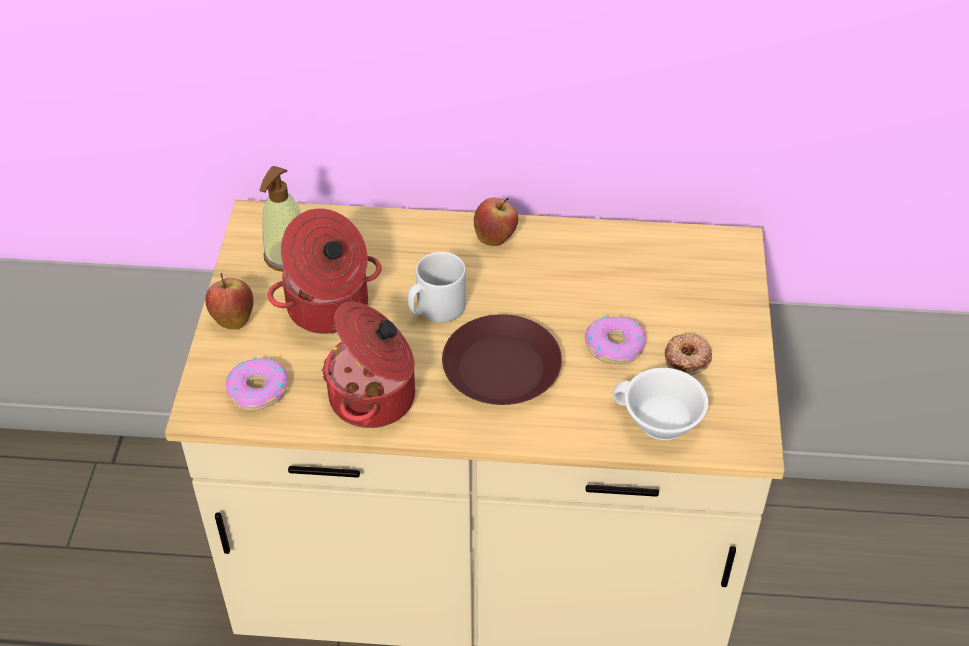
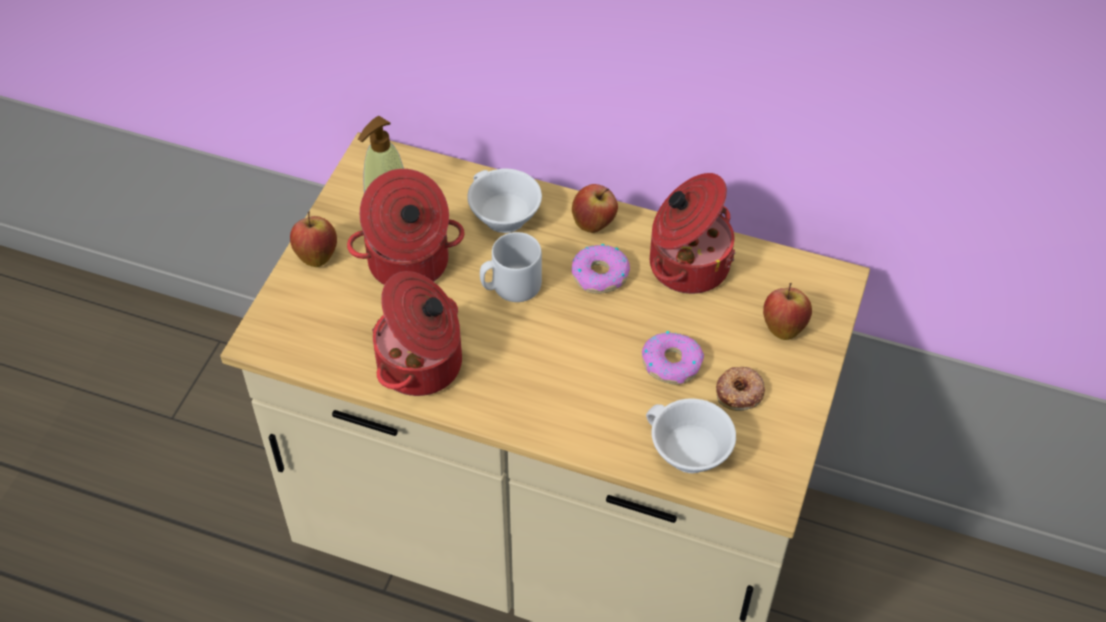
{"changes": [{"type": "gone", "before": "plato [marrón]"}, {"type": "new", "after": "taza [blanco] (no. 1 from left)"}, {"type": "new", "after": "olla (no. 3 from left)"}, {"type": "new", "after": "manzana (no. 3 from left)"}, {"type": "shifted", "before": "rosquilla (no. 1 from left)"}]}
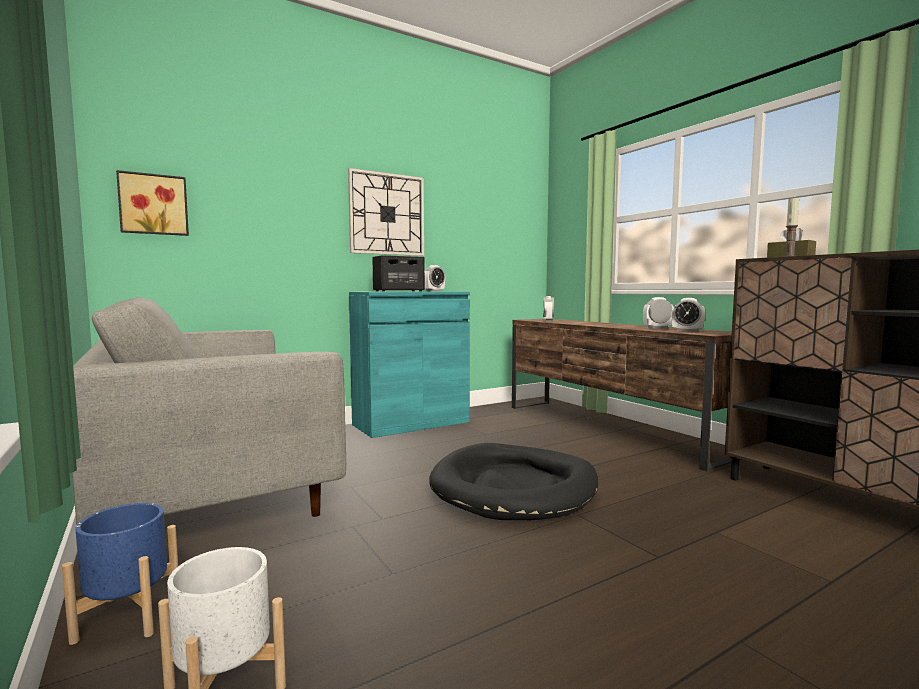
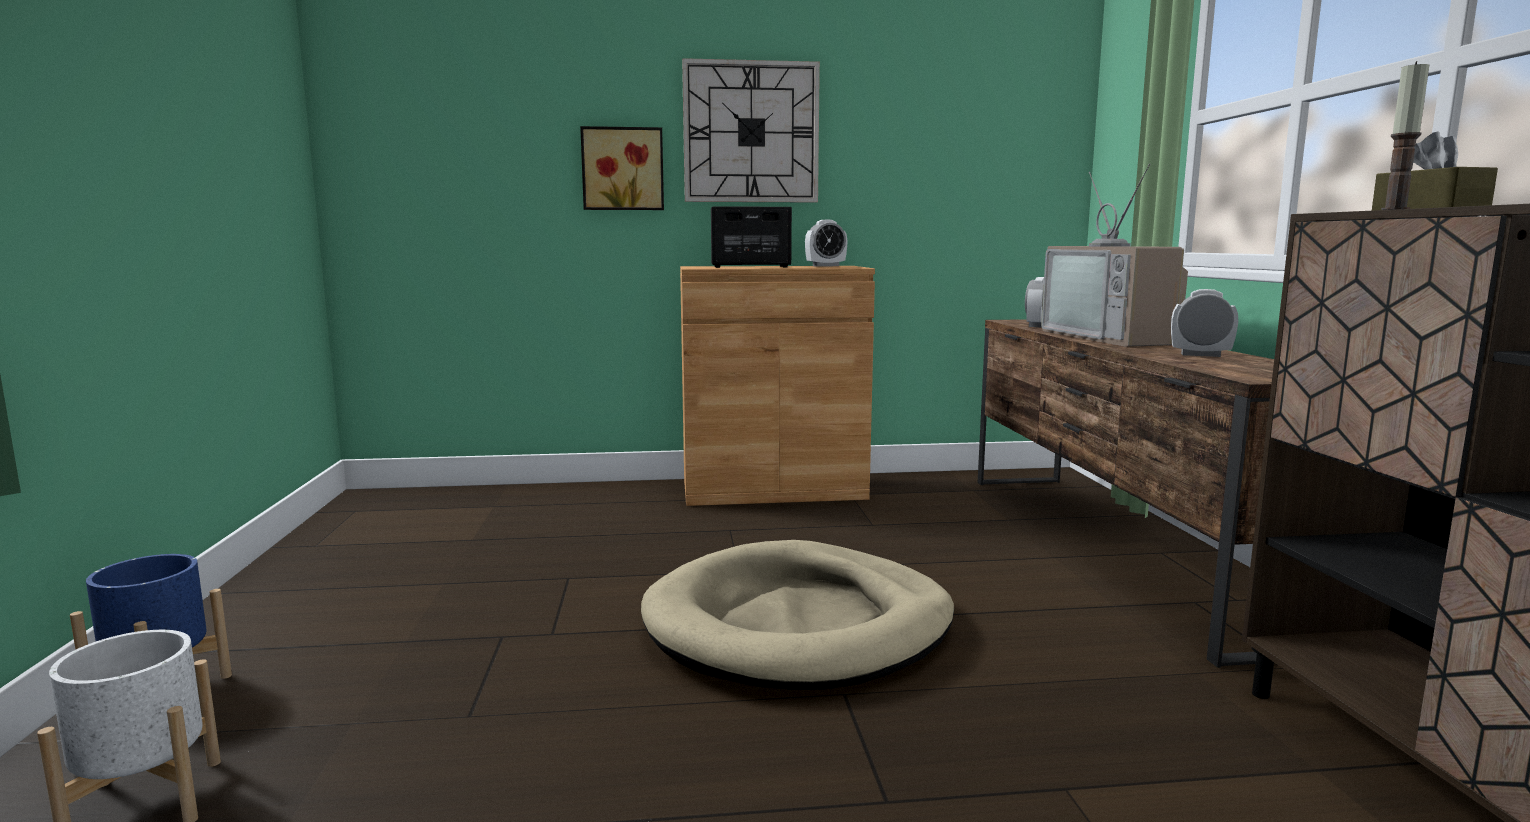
{"changes": [{"type": "gone", "before": "sofá [gris]"}, {"type": "gone", "before": "despertador (no. 4 from left)"}, {"type": "new", "after": "televisor"}, {"type": "shifted", "before": "cuadro"}, {"type": "repainted", "before": "armario [turquesa]", "after": "armario [marrón] (no. 1 from left)"}, {"type": "repainted", "before": "cama para perro [negro]", "after": "cama para perro [beis]"}]}
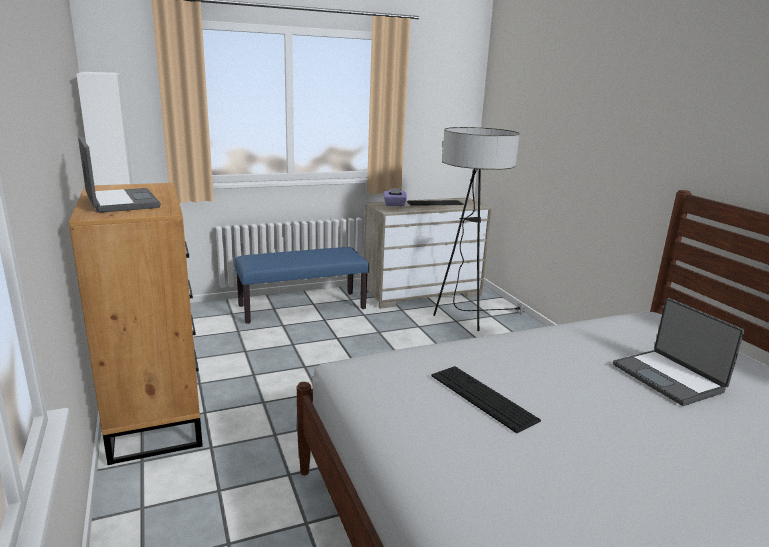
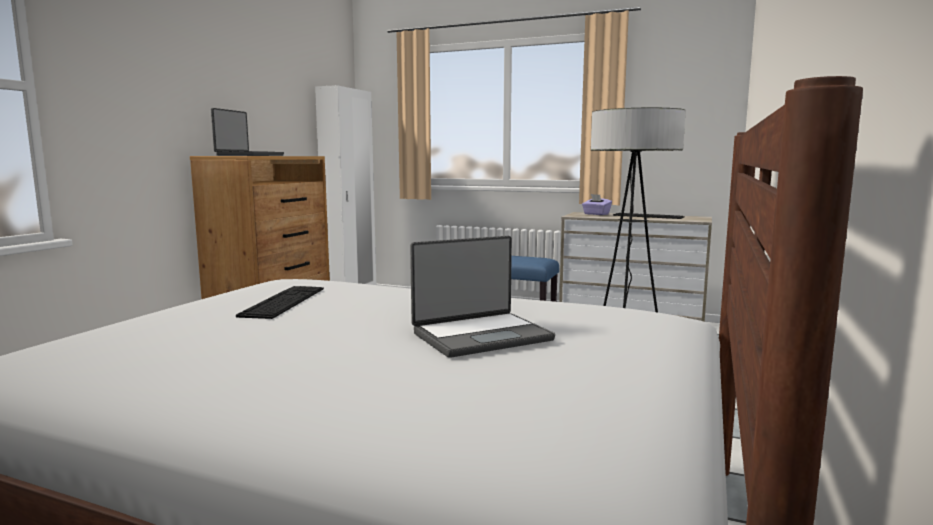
{"changes": [{"type": "rotated", "before": "portátil (no. 2 from left)", "turn": -135}]}
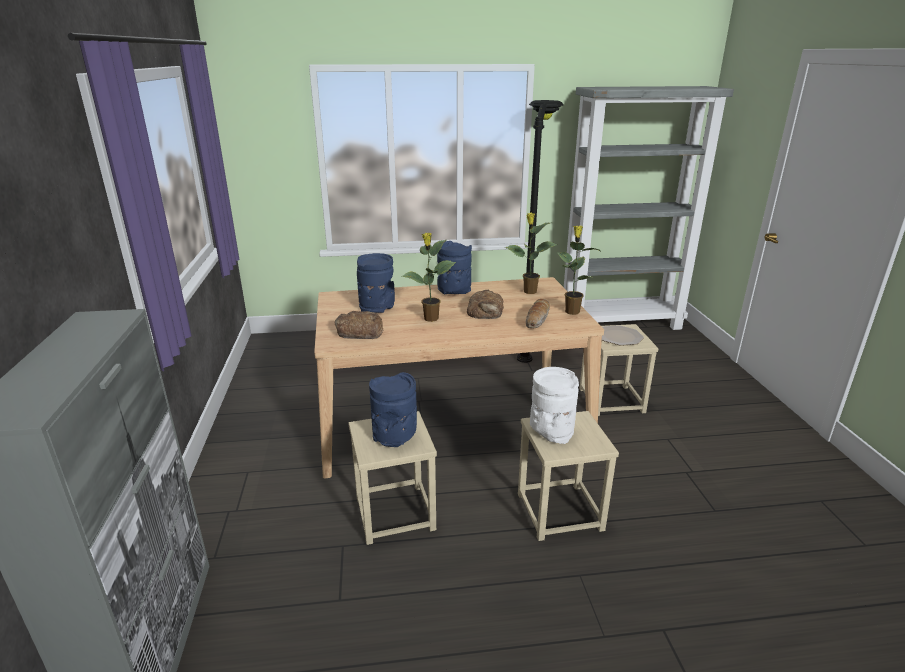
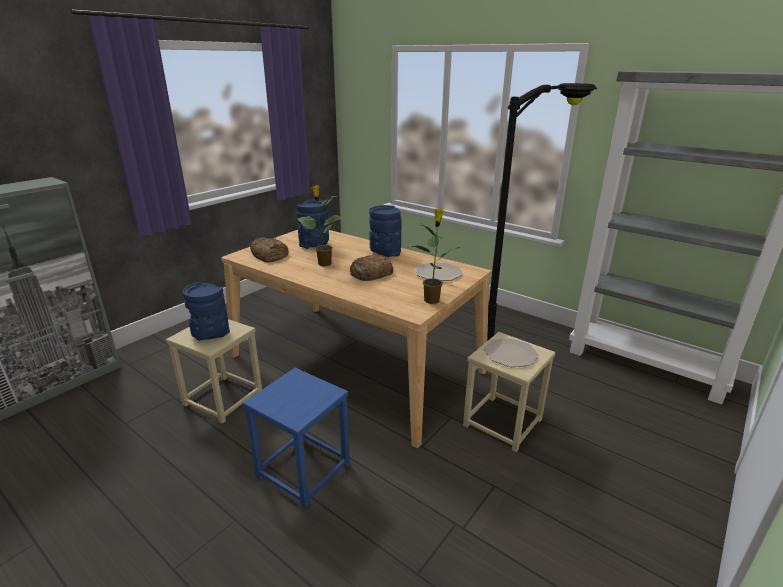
{"changes": [{"type": "gone", "before": "pan (no. 3 from left)"}, {"type": "gone", "before": "florero [blanco]"}, {"type": "swapped", "before": "planta en maceta (no. 2 from left)", "after": "plato (no. 1 from left)"}, {"type": "repainted", "before": "taburete [beis] (no. 2 from left)", "after": "taburete [azul]"}]}
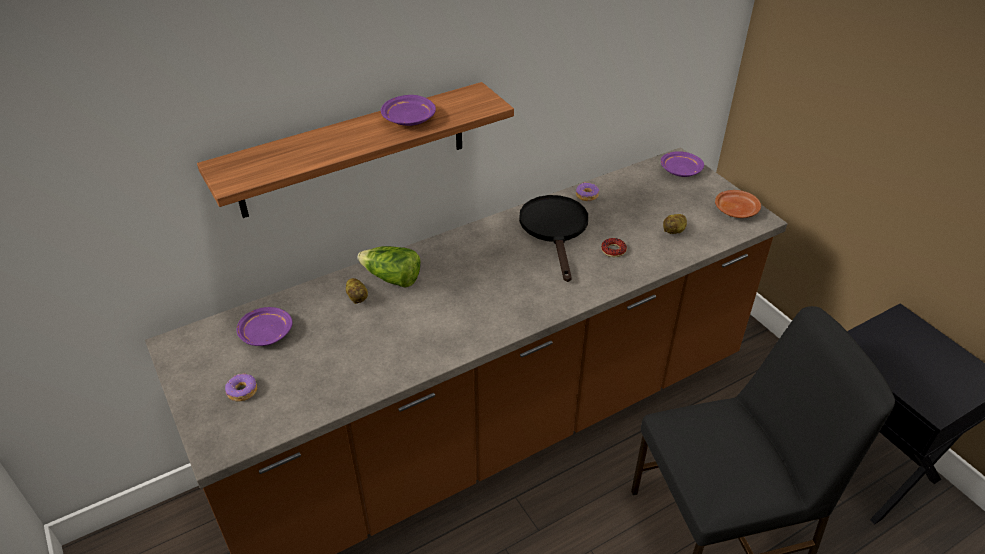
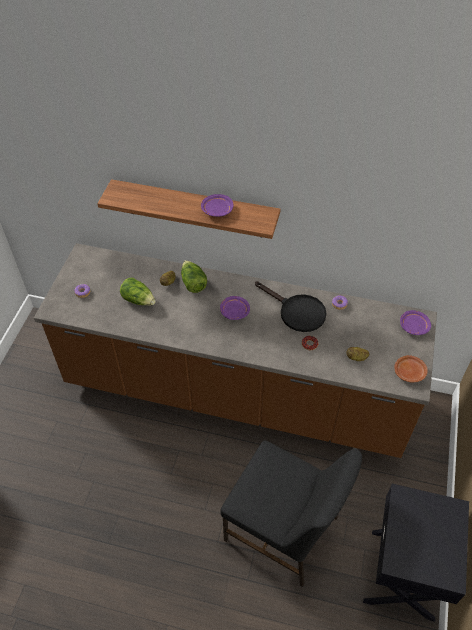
{"changes": [{"type": "new", "after": "lechuga (no. 1 from left)"}, {"type": "shifted", "before": "plato [morado] (no. 1 from left in the first image)", "after": "plato [morado] (no. 2 from left)"}, {"type": "rotated", "before": "sartén [negro]", "turn": 90}]}
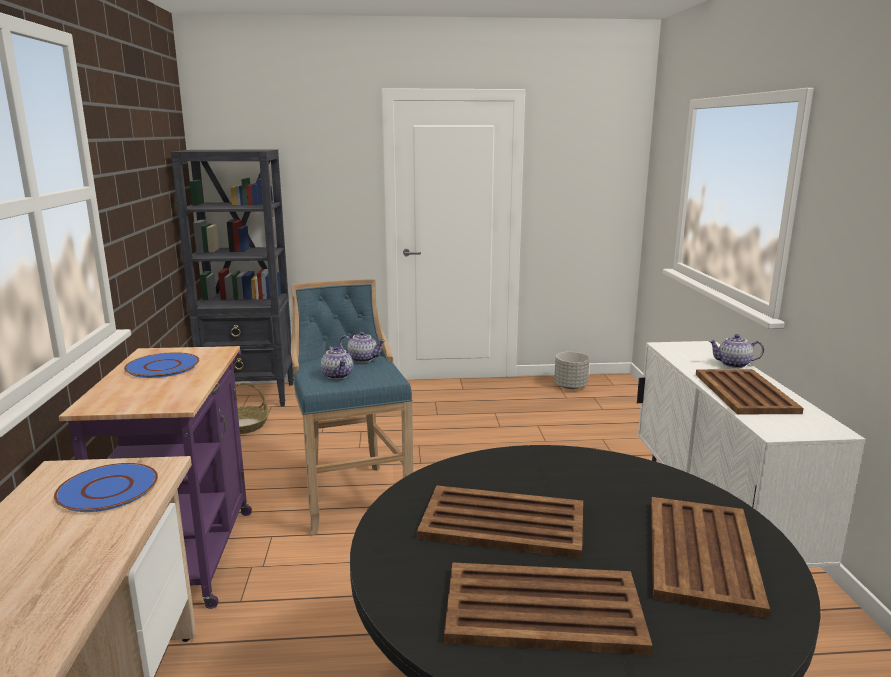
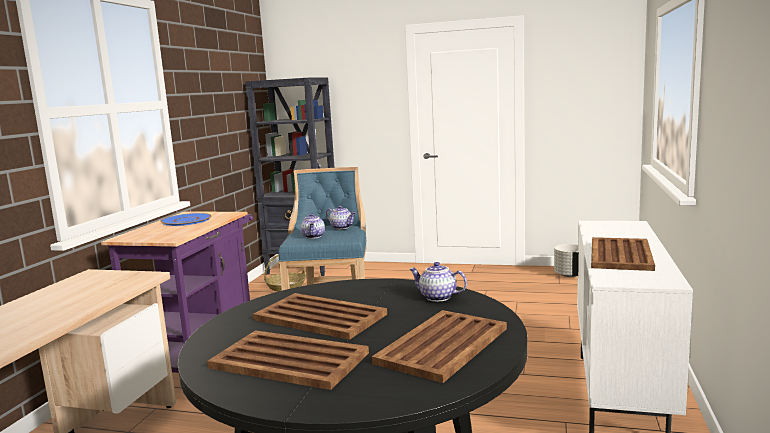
{"changes": [{"type": "gone", "before": "plato [azul] (no. 1 from left)"}, {"type": "shifted", "before": "tetera (no. 3 from left)"}]}
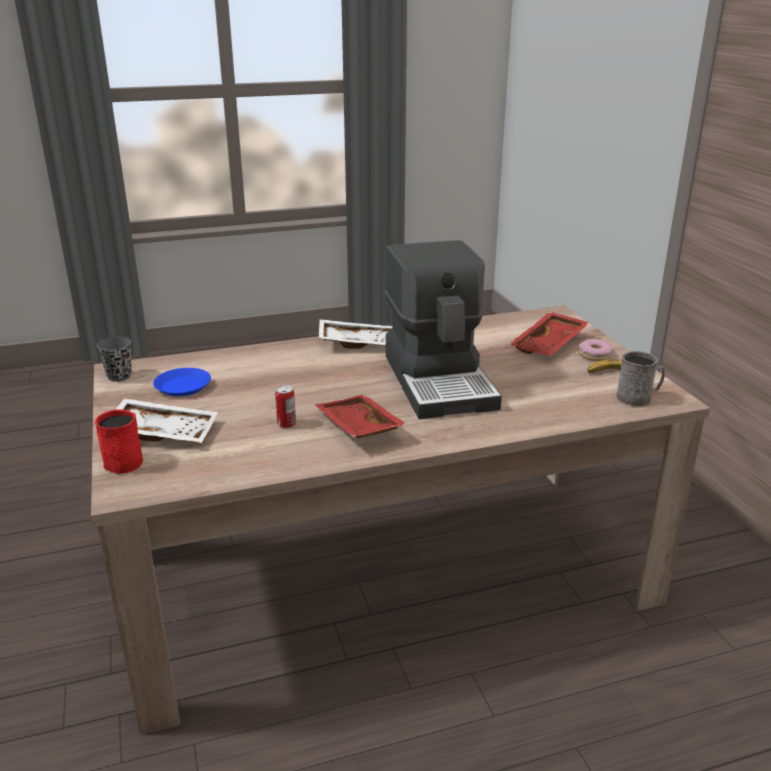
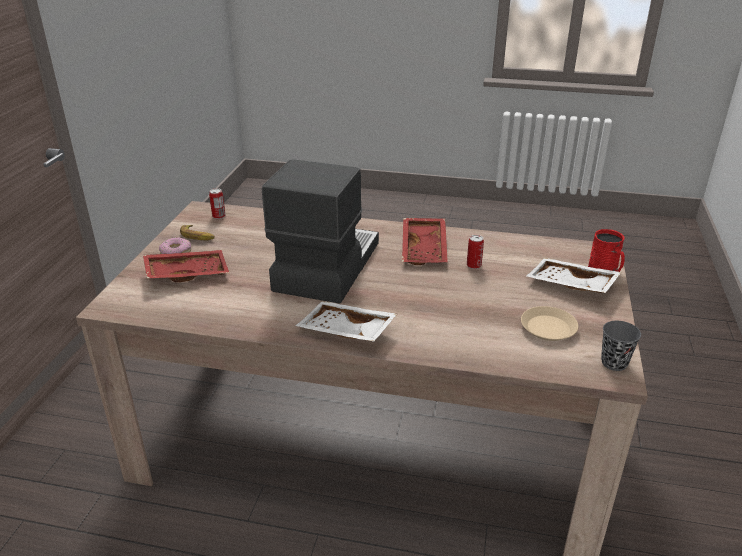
{"changes": [{"type": "swapped", "before": "taza grande [gris]", "after": "lata (no. 1 from left)"}, {"type": "repainted", "before": "plato [azul]", "after": "plato [beis]"}]}
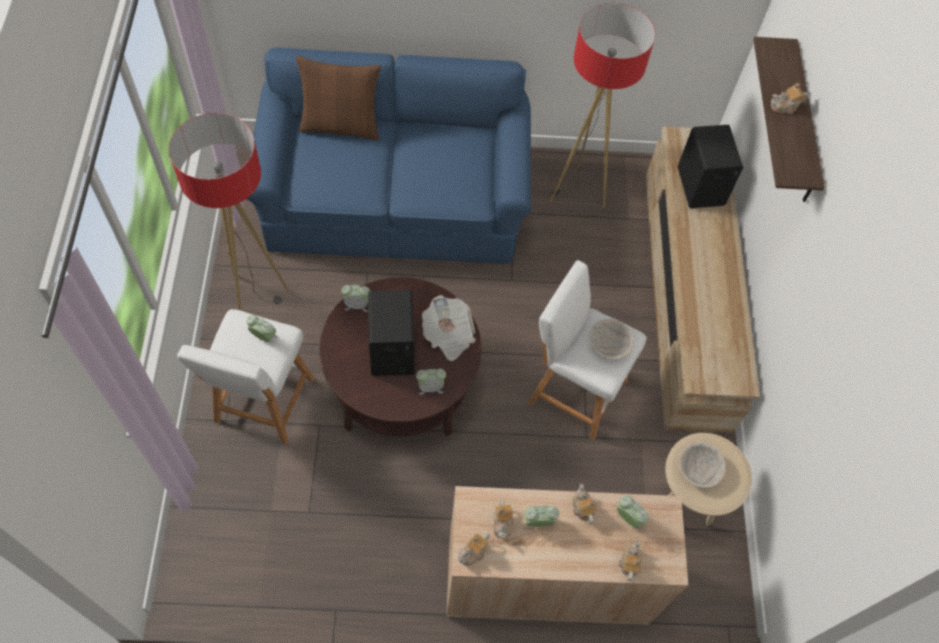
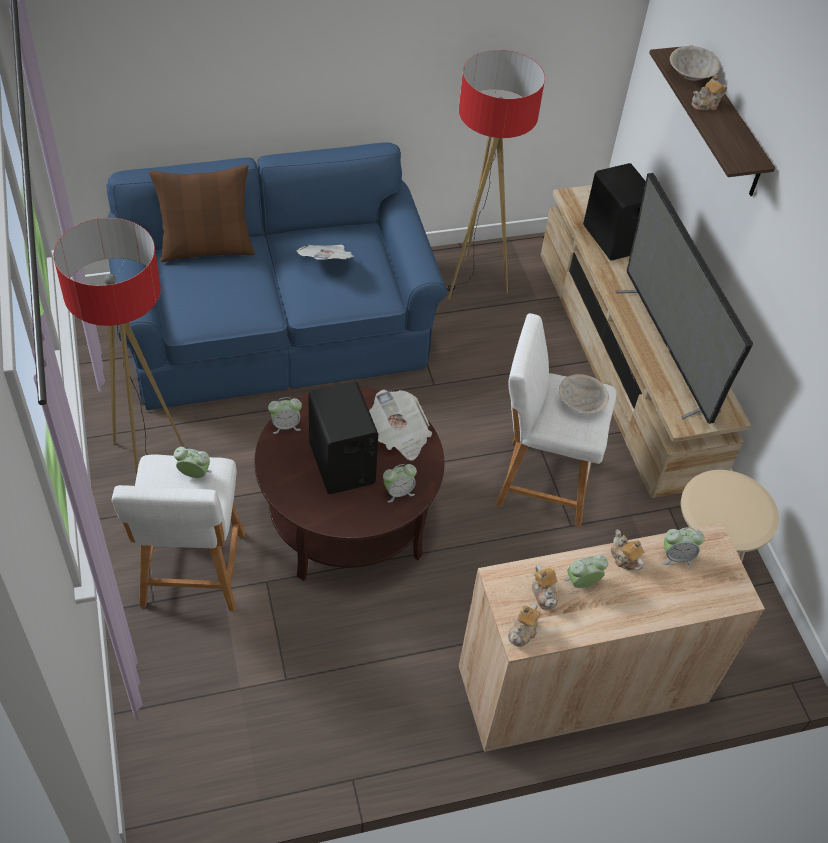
{"changes": [{"type": "gone", "before": "tetera (no. 4 from left)"}, {"type": "new", "after": "periódico (no. 1 from left)"}, {"type": "new", "after": "televisor"}, {"type": "shifted", "before": "cuenco [beis] (no. 2 from left)"}, {"type": "rotated", "before": "despertador (no. 5 from left)", "turn": 150}]}
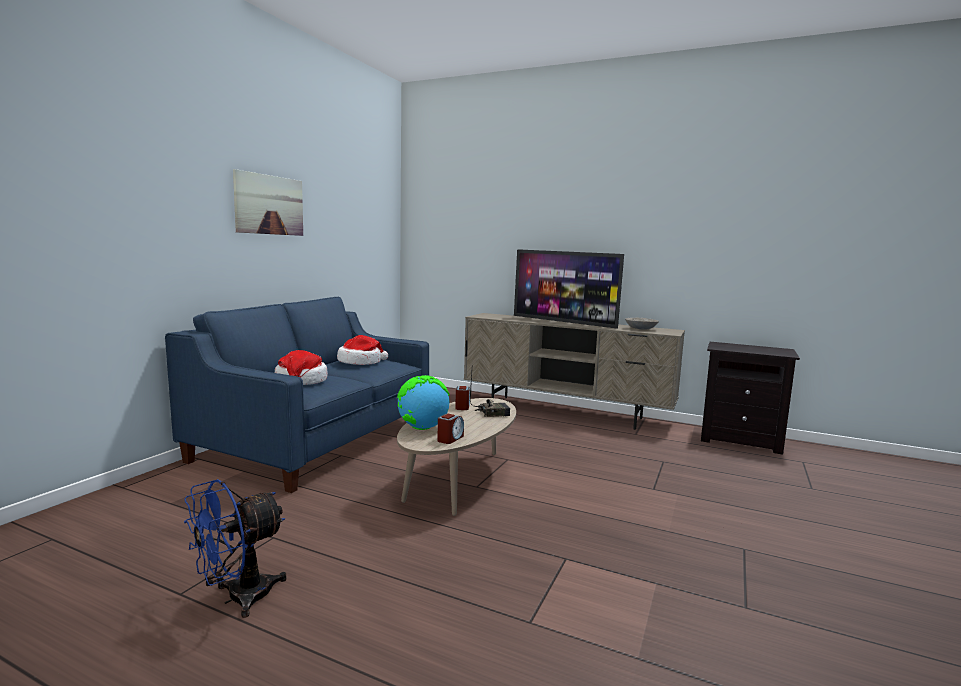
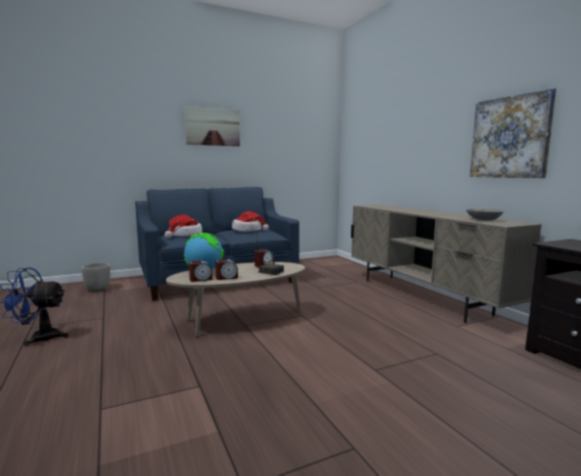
{"changes": [{"type": "gone", "before": "televisor"}, {"type": "new", "after": "maceta"}, {"type": "new", "after": "despertador (no. 2 from left)"}, {"type": "new", "after": "cuadro (no. 2 from left)"}]}
